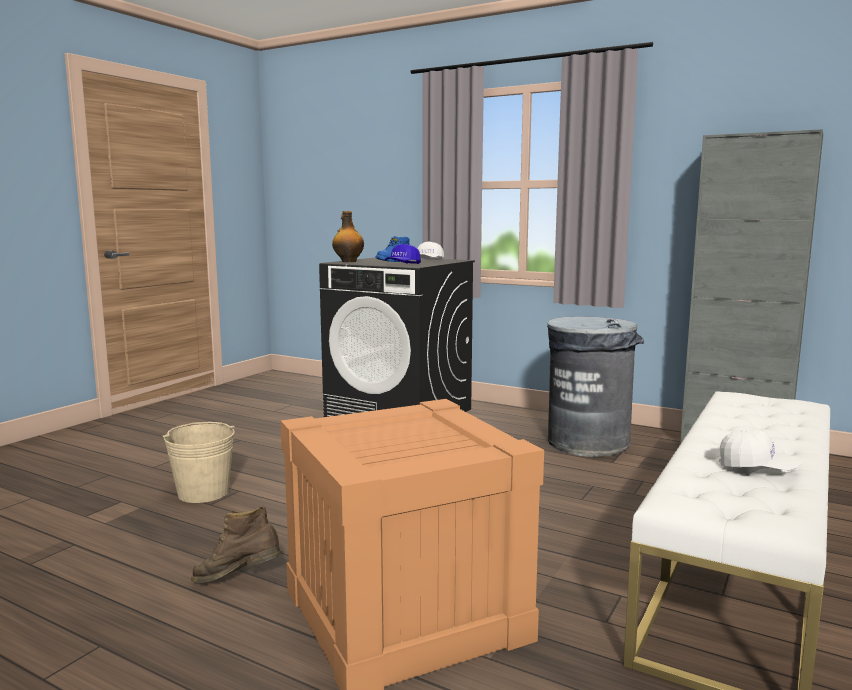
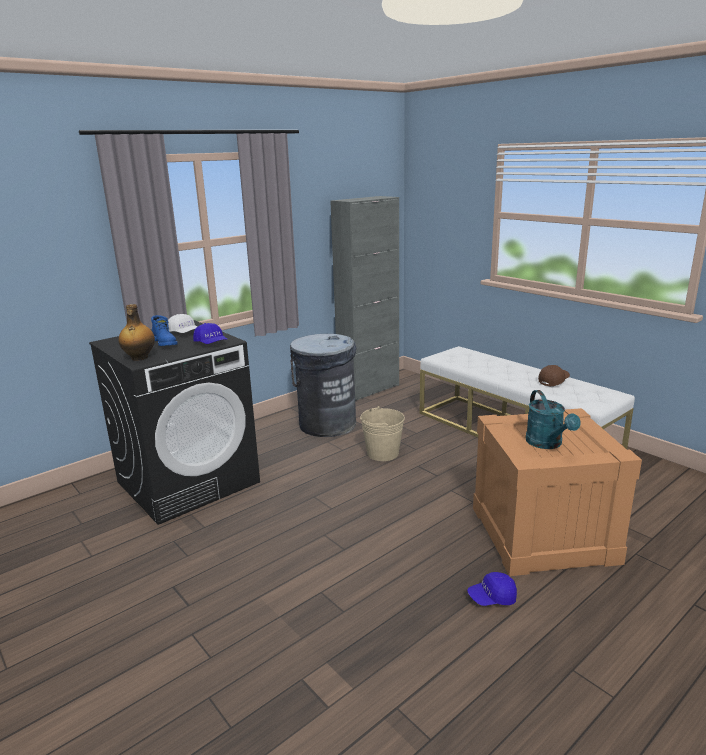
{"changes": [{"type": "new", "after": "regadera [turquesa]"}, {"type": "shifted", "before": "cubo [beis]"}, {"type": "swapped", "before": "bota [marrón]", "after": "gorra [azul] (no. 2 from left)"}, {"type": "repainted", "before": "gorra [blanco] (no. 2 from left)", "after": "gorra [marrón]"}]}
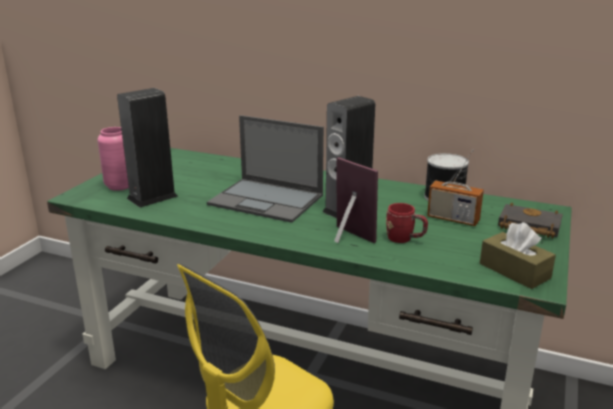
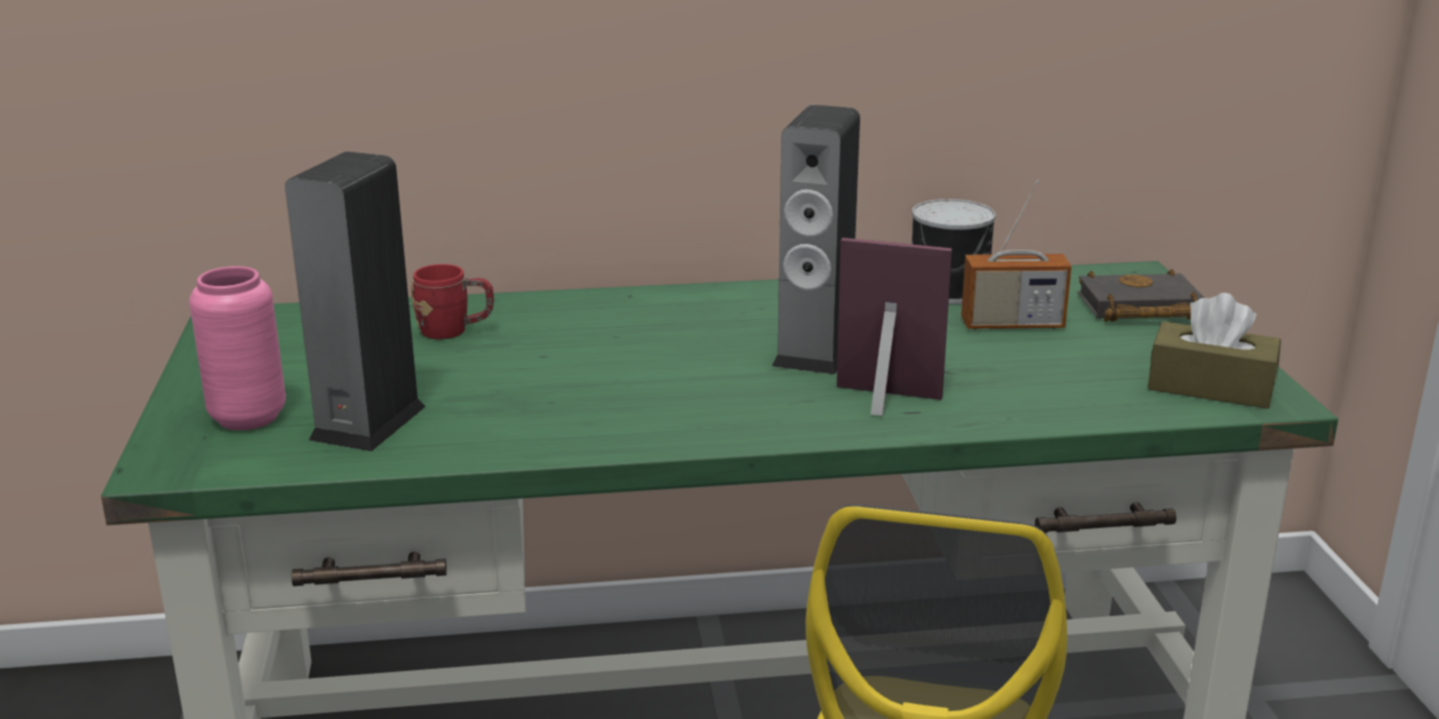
{"changes": [{"type": "gone", "before": "portátil"}, {"type": "shifted", "before": "taza grande [rojo]"}]}
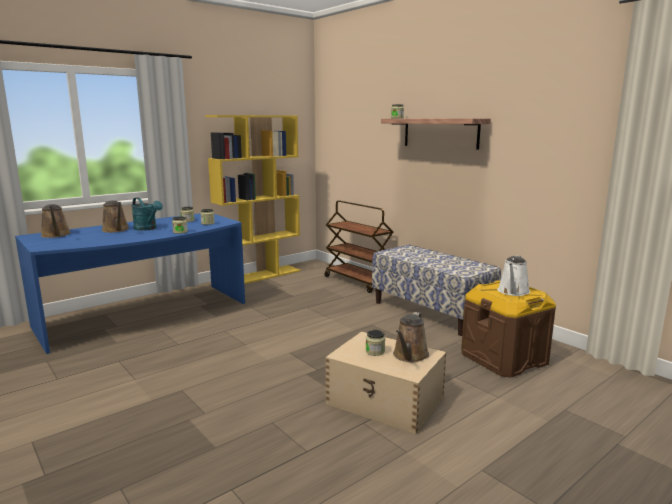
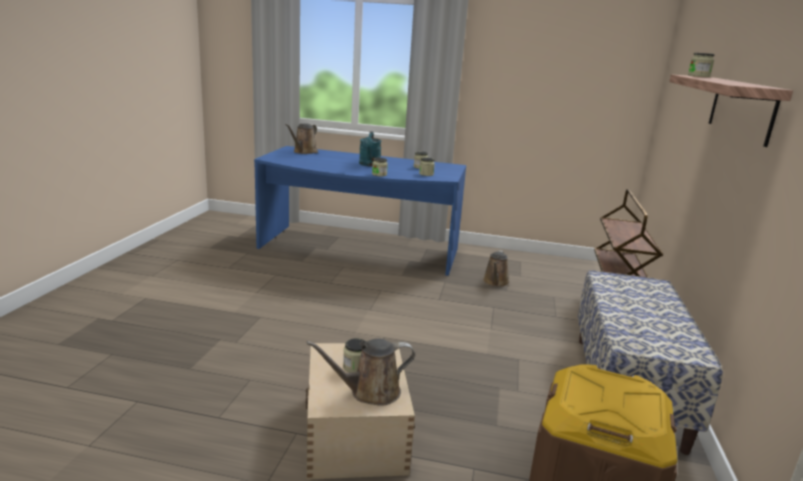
{"changes": [{"type": "gone", "before": "estantería [amarillo]"}, {"type": "gone", "before": "regadera [blanco]"}, {"type": "shifted", "before": "regadera [marrón] (no. 2 from left in the first image)", "after": "regadera [marrón] (no. 3 from left)"}]}
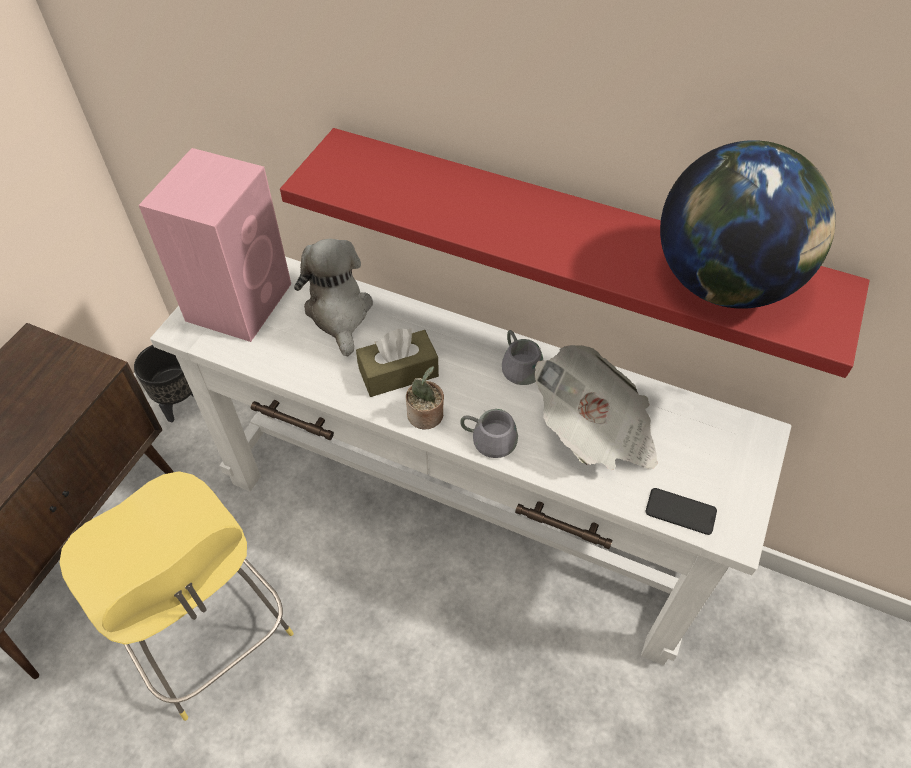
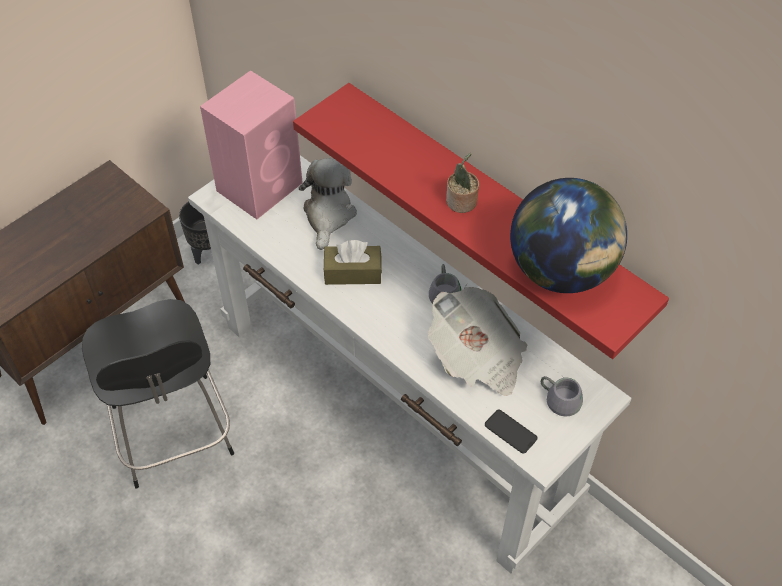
{"changes": [{"type": "shifted", "before": "planta en maceta"}, {"type": "shifted", "before": "taza grande [gris] (no. 1 from left in the first image)", "after": "taza grande [gris] (no. 2 from left)"}, {"type": "repainted", "before": "taburete [amarillo]", "after": "taburete [negro]"}]}
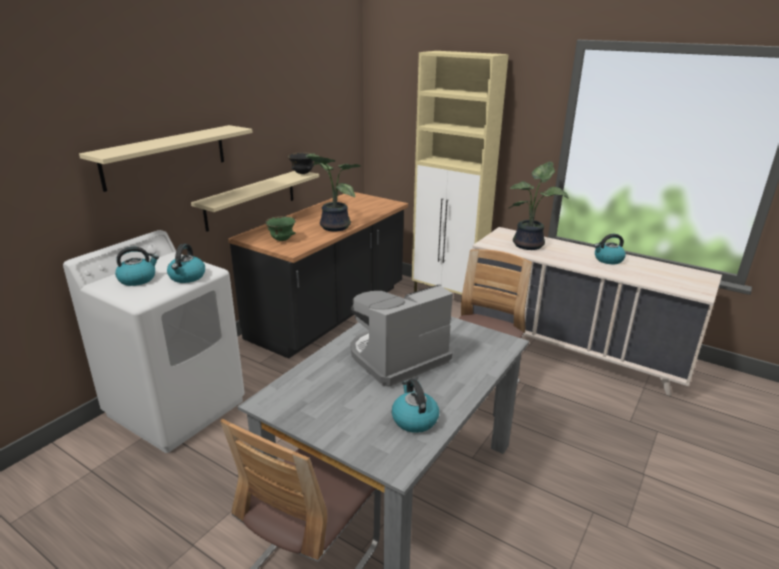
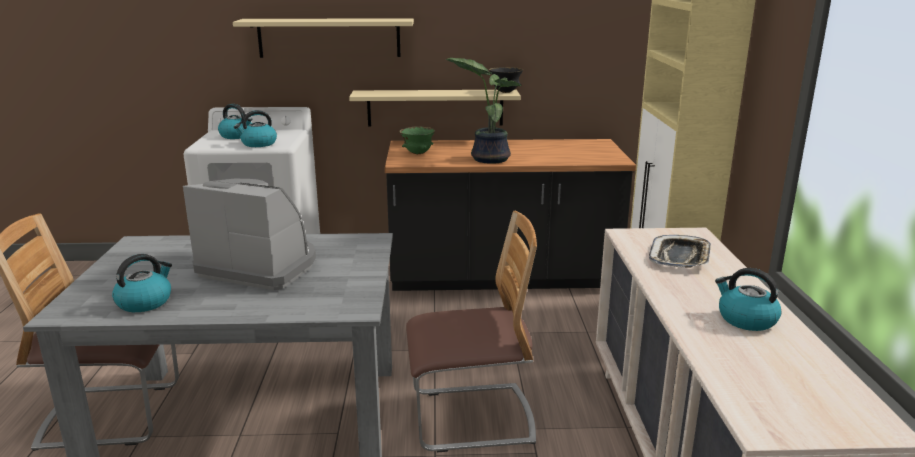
{"changes": [{"type": "swapped", "before": "planta en maceta (no. 2 from left)", "after": "bandeja"}]}
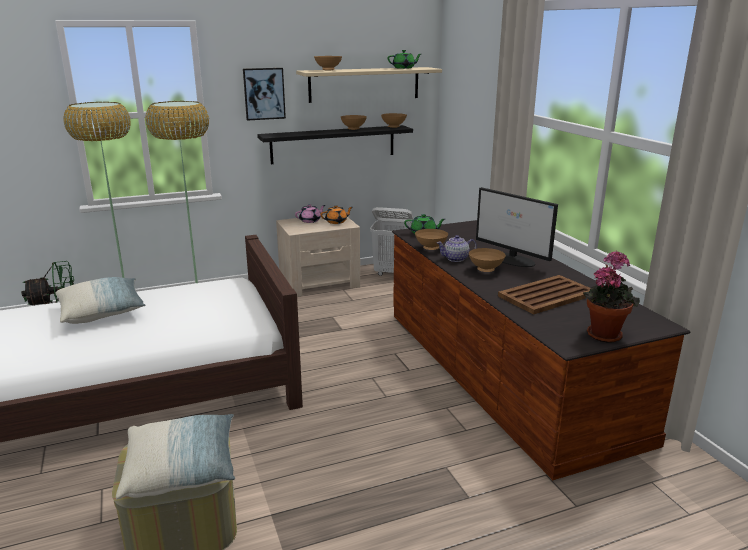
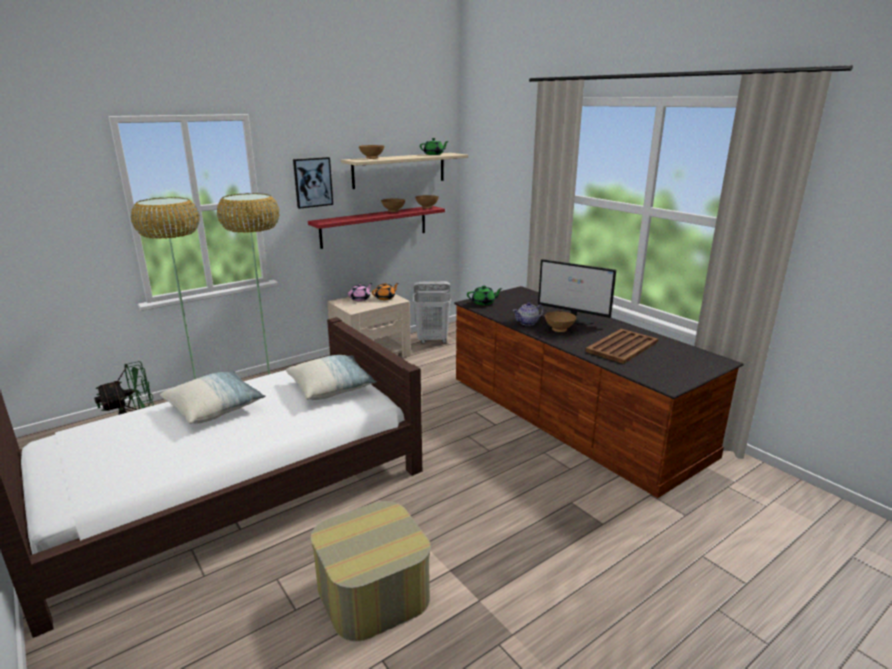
{"changes": [{"type": "gone", "before": "cuenco [marrón] (no. 4 from left)"}, {"type": "gone", "before": "planta en maceta"}, {"type": "shifted", "before": "cojín (no. 2 from left)"}, {"type": "repainted", "before": "estante [negro]", "after": "estante [rojo]"}]}
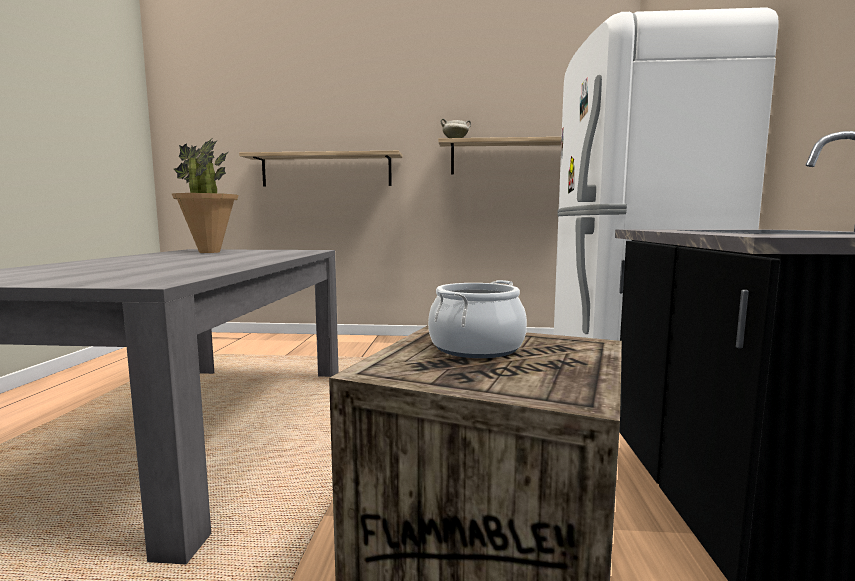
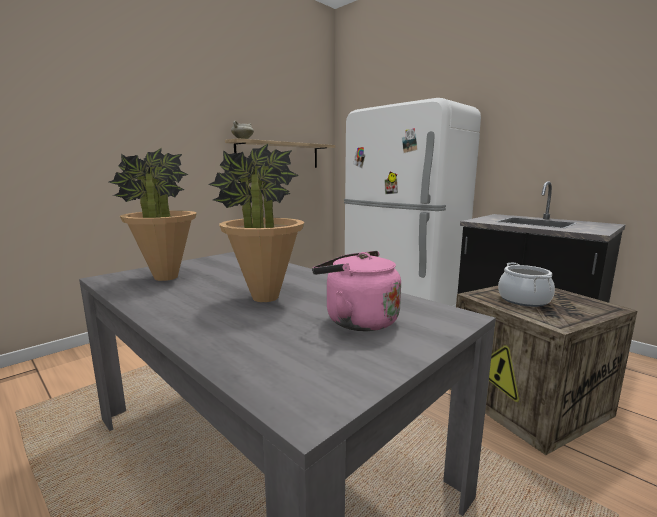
{"changes": [{"type": "gone", "before": "estante (no. 1 from left)"}, {"type": "new", "after": "planta en maceta (no. 2 from left)"}, {"type": "new", "after": "hervidor [rosa]"}]}
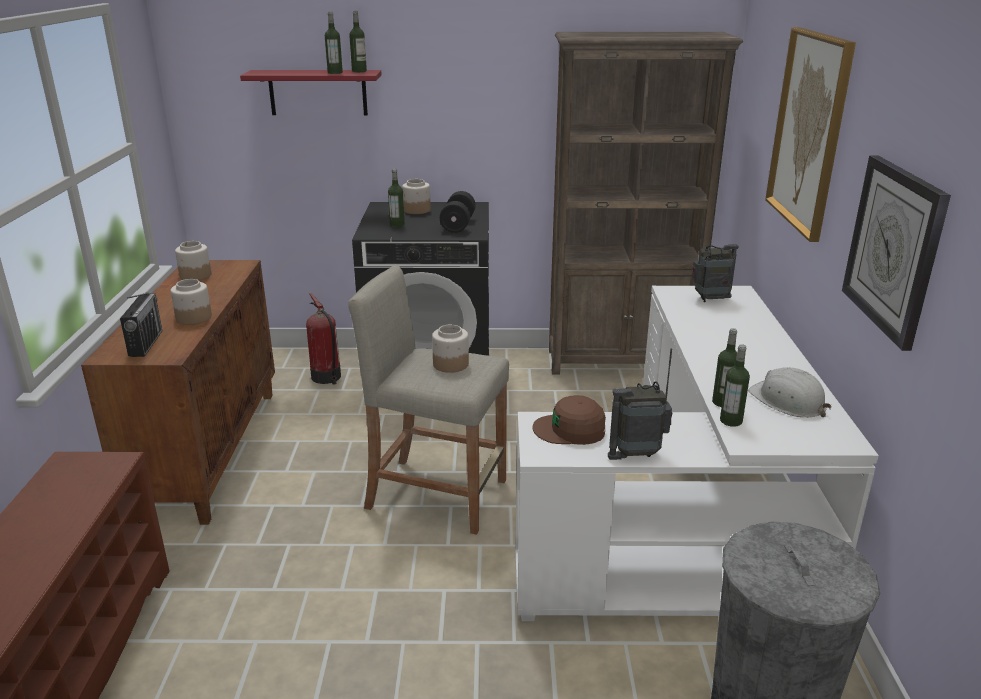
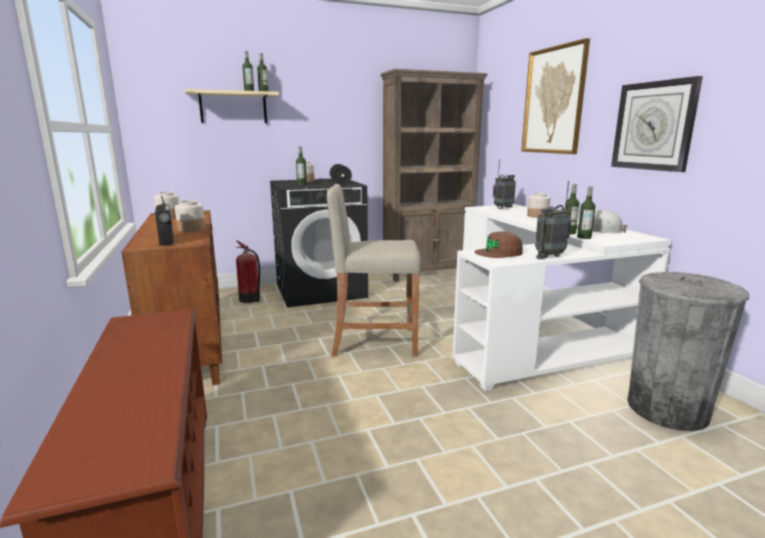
{"changes": [{"type": "shifted", "before": "tarro (no. 4 from left)"}, {"type": "repainted", "before": "estante [rojo]", "after": "estante [beis]"}]}
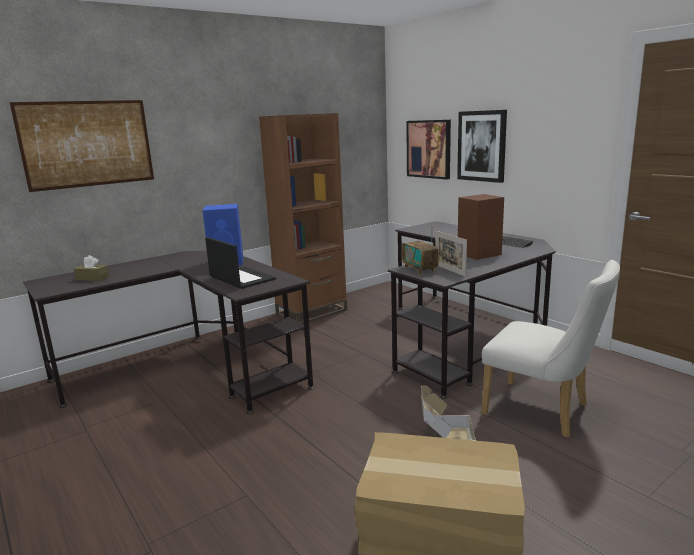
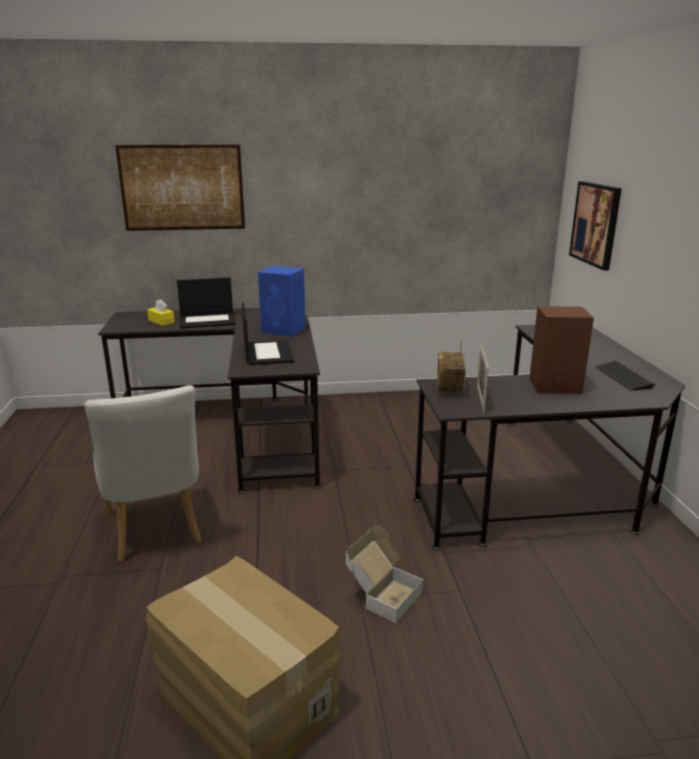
{"changes": [{"type": "gone", "before": "estantería [marrón]"}, {"type": "gone", "before": "cuadro (no. 3 from left)"}, {"type": "new", "after": "portátil (no. 1 from left)"}, {"type": "shifted", "before": "silla [blanco]"}, {"type": "repainted", "before": "caja de pañuelos [marrón]", "after": "caja de pañuelos [amarillo]"}]}
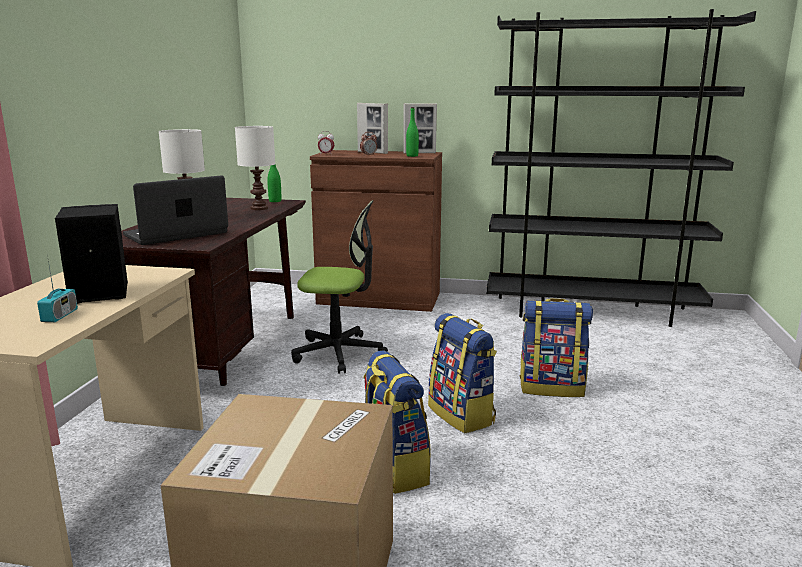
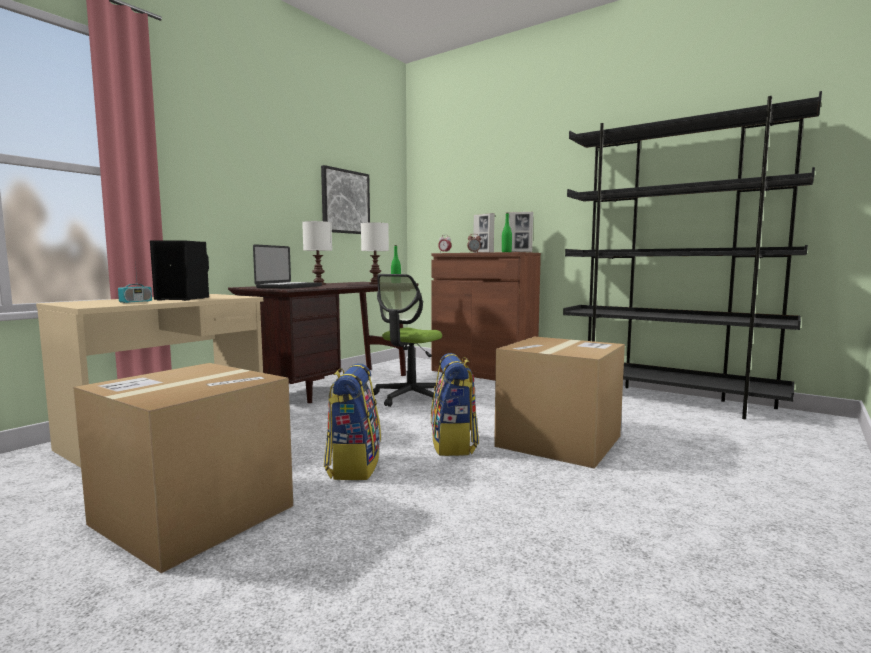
{"changes": [{"type": "new", "after": "cuadro"}, {"type": "swapped", "before": "mochila (no. 3 from left)", "after": "caja de cartón (no. 2 from left)"}, {"type": "rotated", "before": "portátil", "turn": 120}, {"type": "rotated", "before": "silla de oficina", "turn": 90}]}
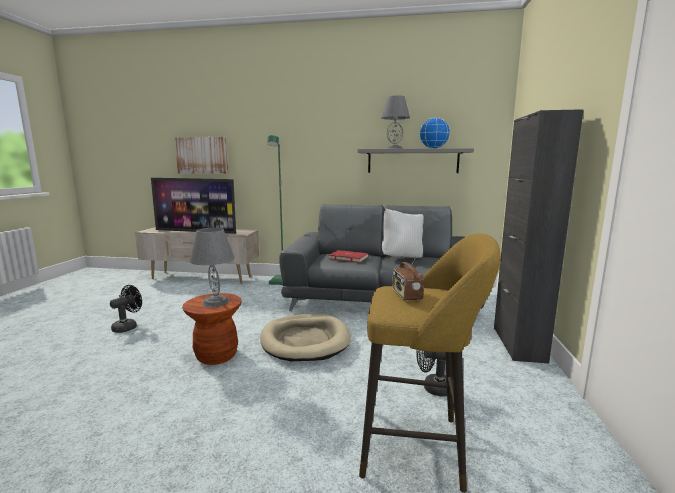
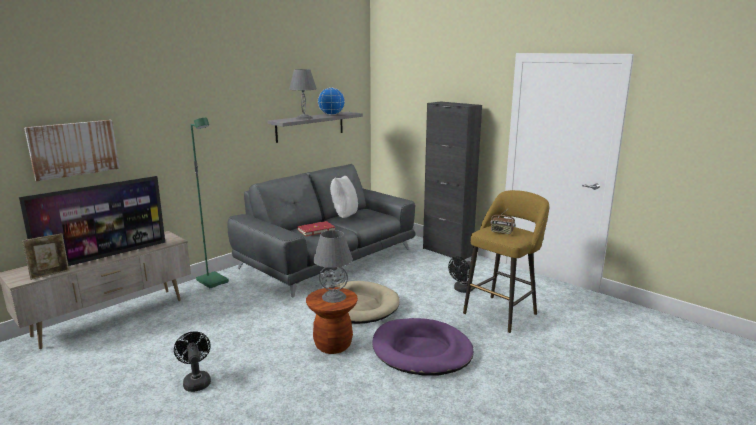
{"changes": [{"type": "new", "after": "portarretratos"}, {"type": "new", "after": "cama para perro [morado]"}]}
